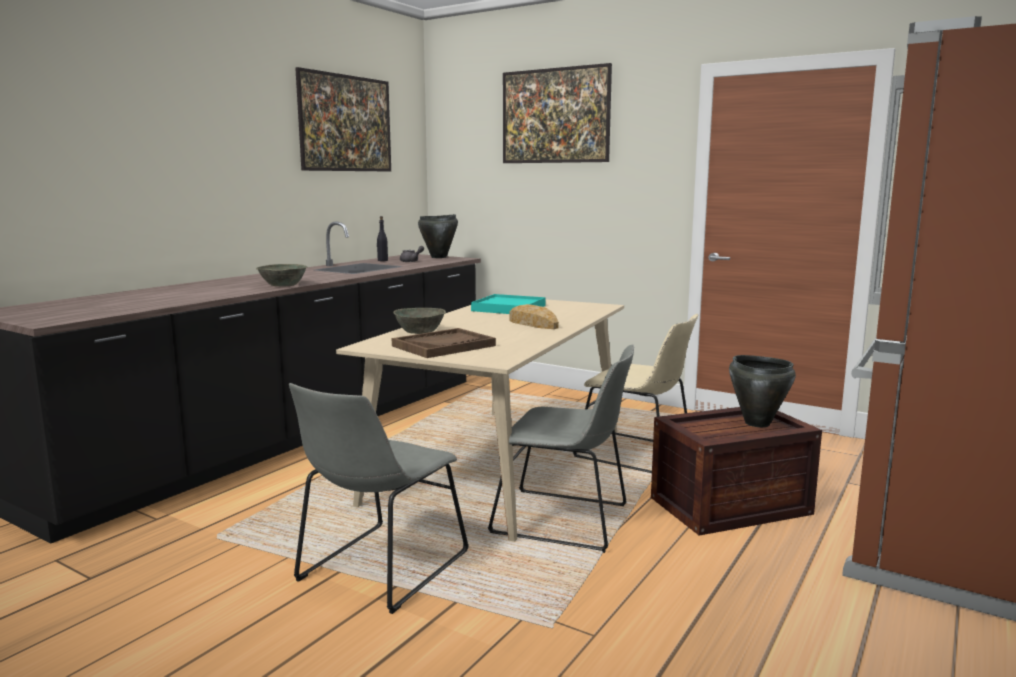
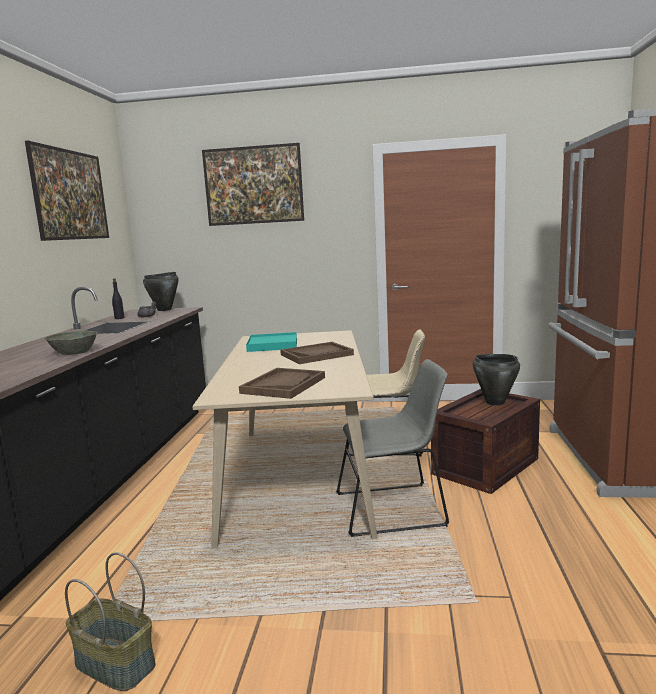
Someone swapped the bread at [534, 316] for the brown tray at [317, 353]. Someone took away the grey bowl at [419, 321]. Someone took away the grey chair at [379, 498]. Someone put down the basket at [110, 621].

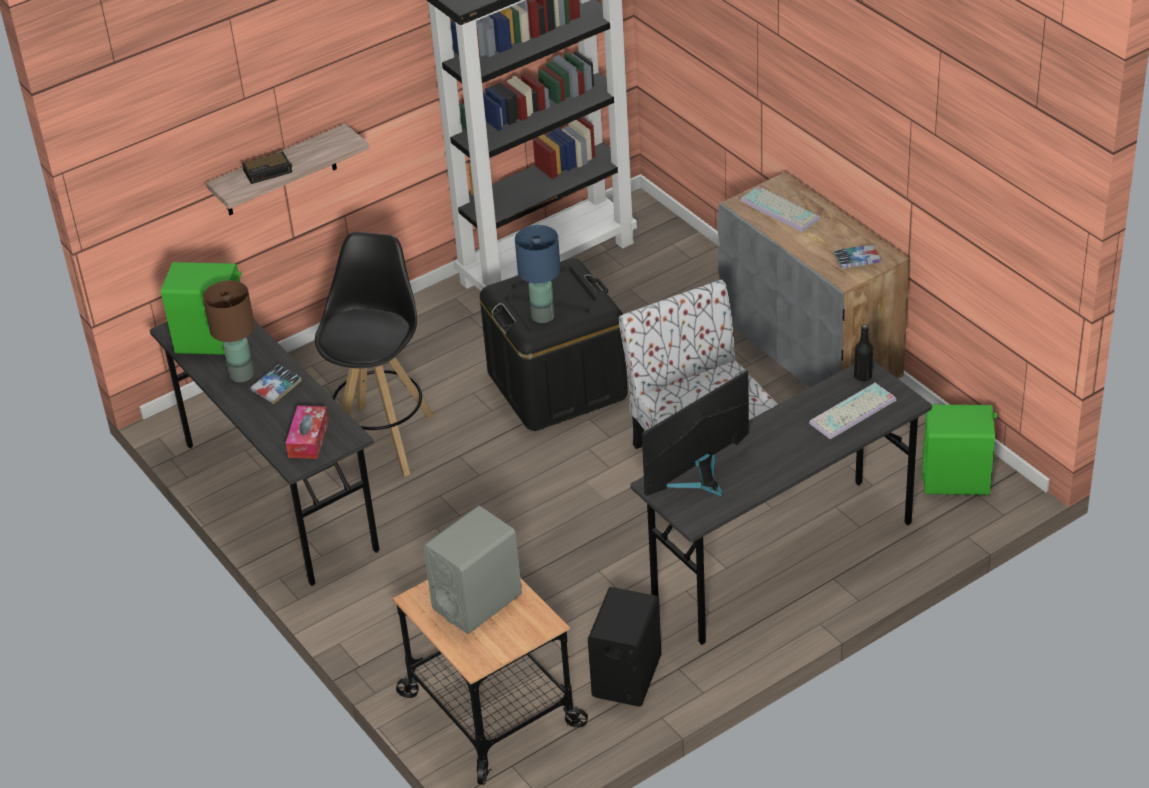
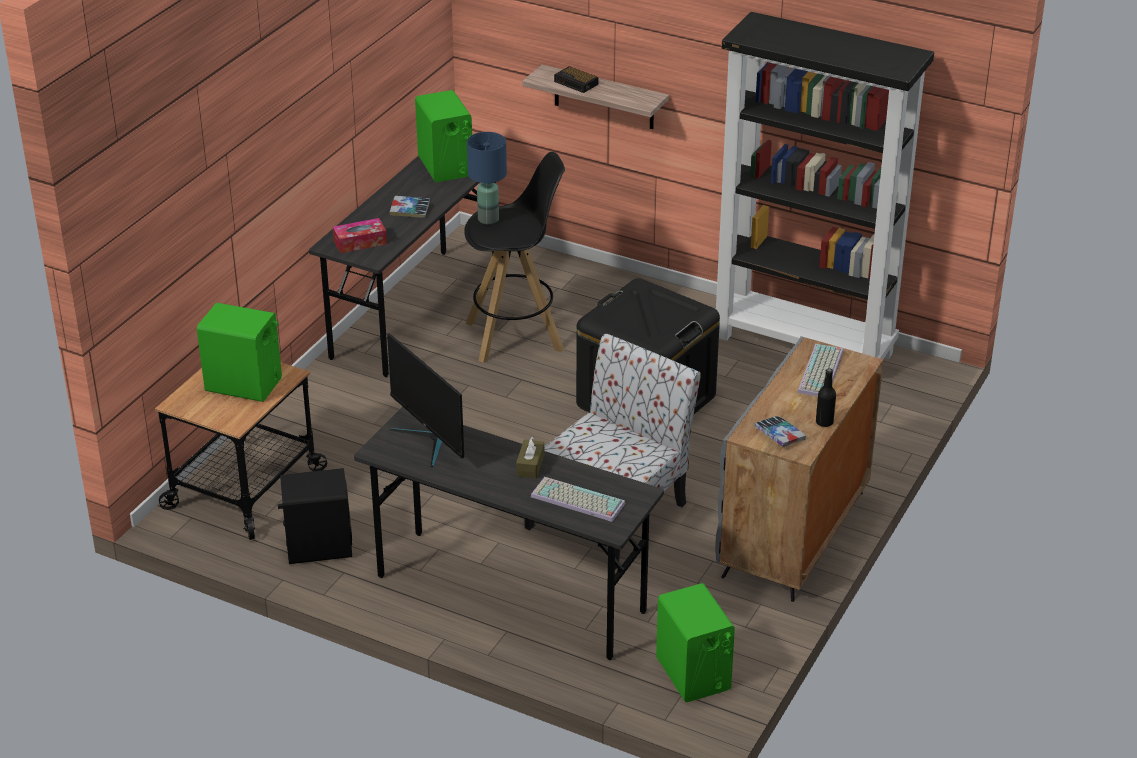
Someone carried the blue table lamp from [538, 274] to [487, 178]. Someone took away the brown table lamp at [229, 331]. Someone carried the black bottle from [863, 352] to [826, 398]. Someone rotated the monitor at [695, 433] by 150 degrees counterclockwise. Someone repainted the grey speaker at [472, 570], which became the green speaker at [239, 352]. Someone put down the brown tissue box at [530, 458].

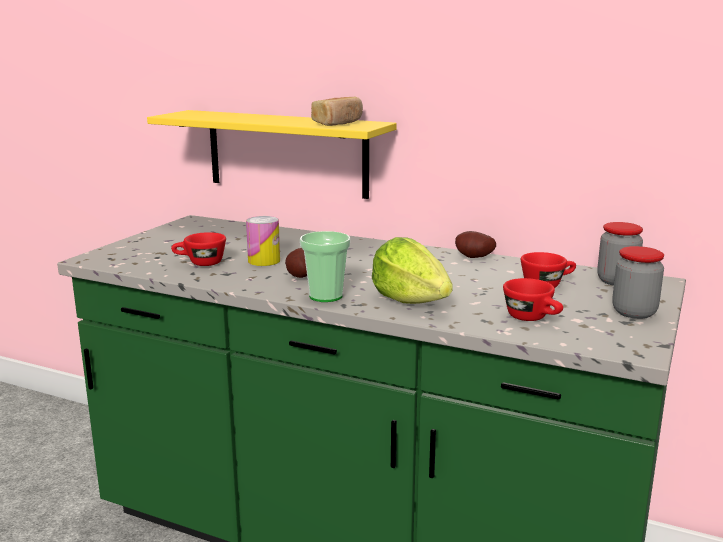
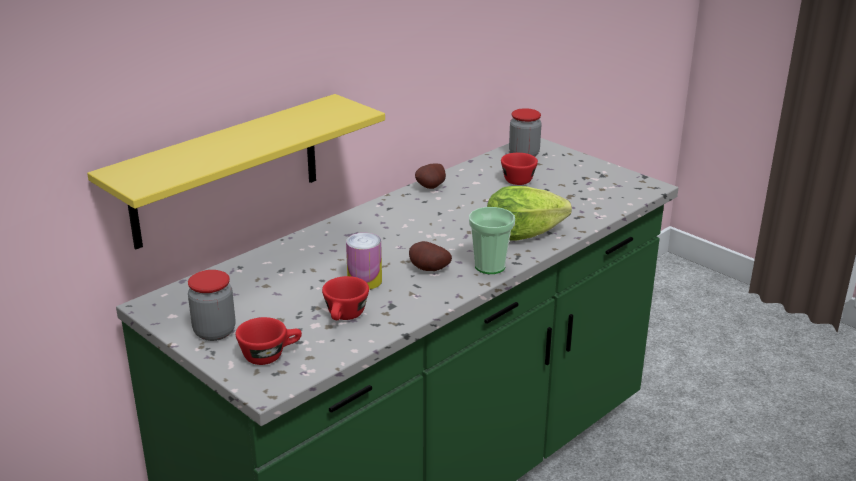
Someone took away the bread at [337, 111]. Someone carried the jar from [638, 282] to [211, 305]. Someone carried the red cup from [533, 299] to [269, 341].

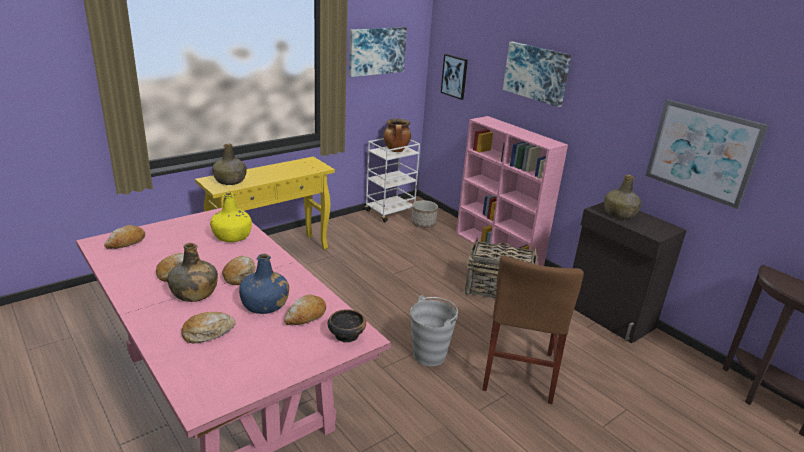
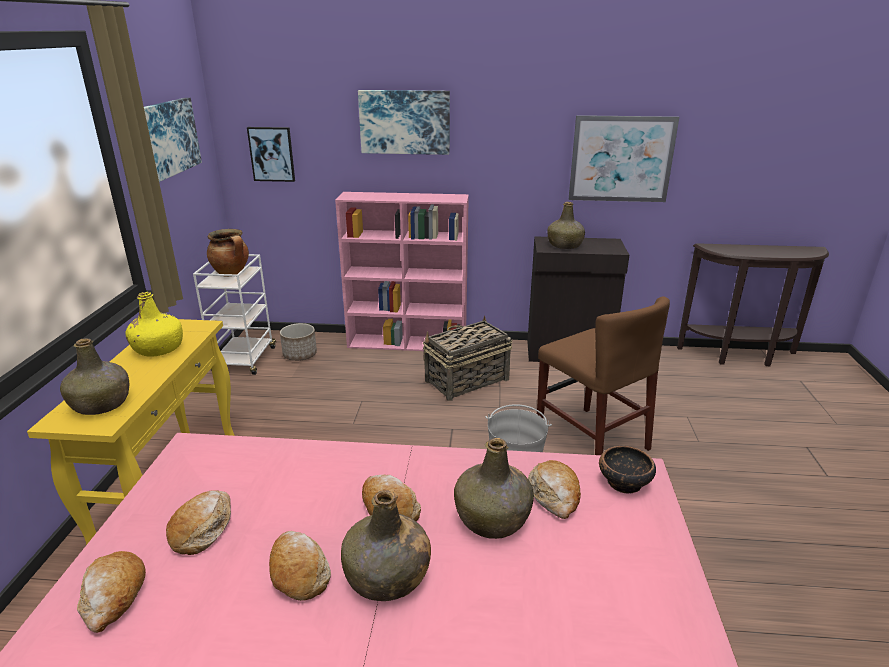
Someone carried the yellow bottle from [231, 217] to [154, 324]. Someone repainted the blue bottle at [264, 284], which became the green bottle at [494, 488]. Someone carried the bread from [208, 327] to [198, 522].

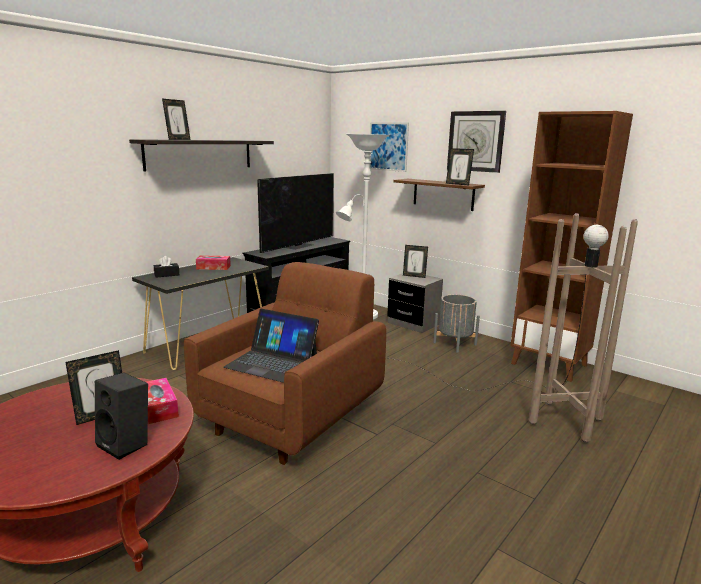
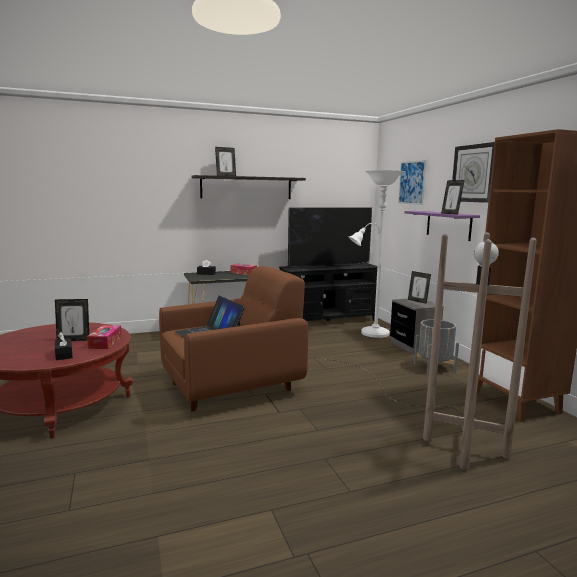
Someone repainted the brown shelf at [439, 195], which became the purple shelf at [442, 226]. Someone swapped the black speaker at [121, 416] for the black tissue box at [64, 346].

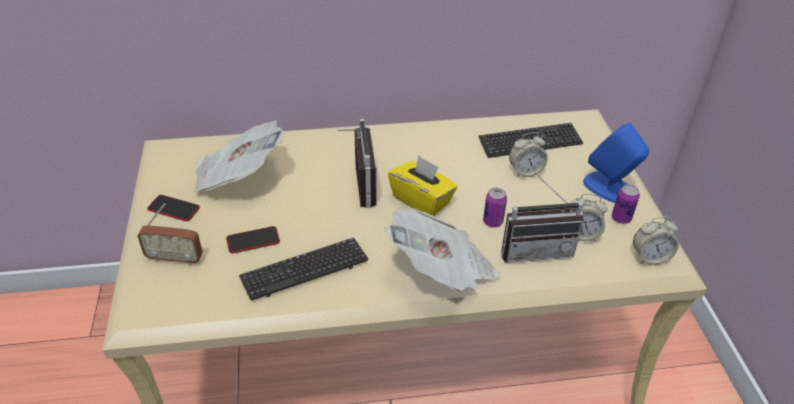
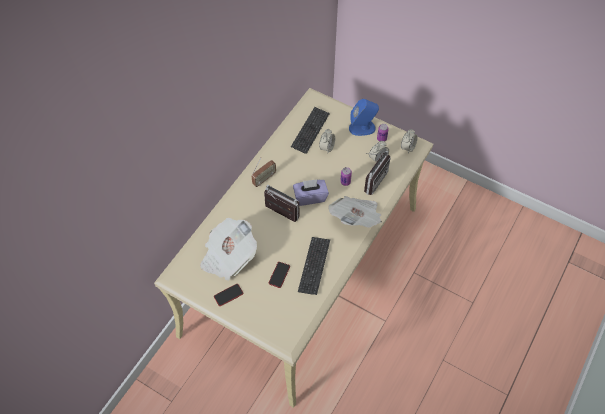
Someone repainted the yellow tissue box at [422, 185], which became the purple tissue box at [311, 192]. Someone carried the radio from [170, 234] to [264, 172].

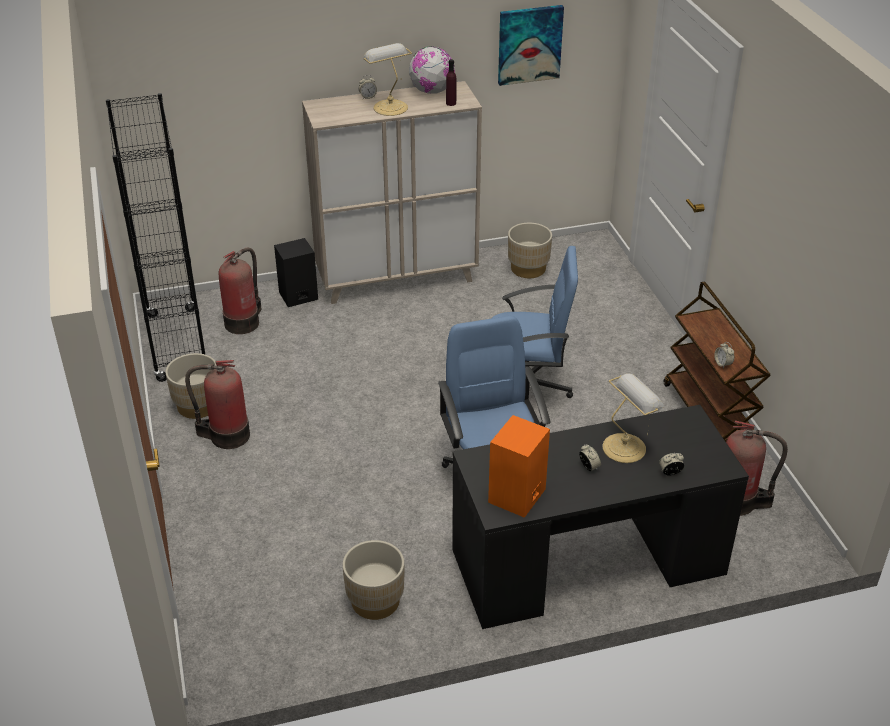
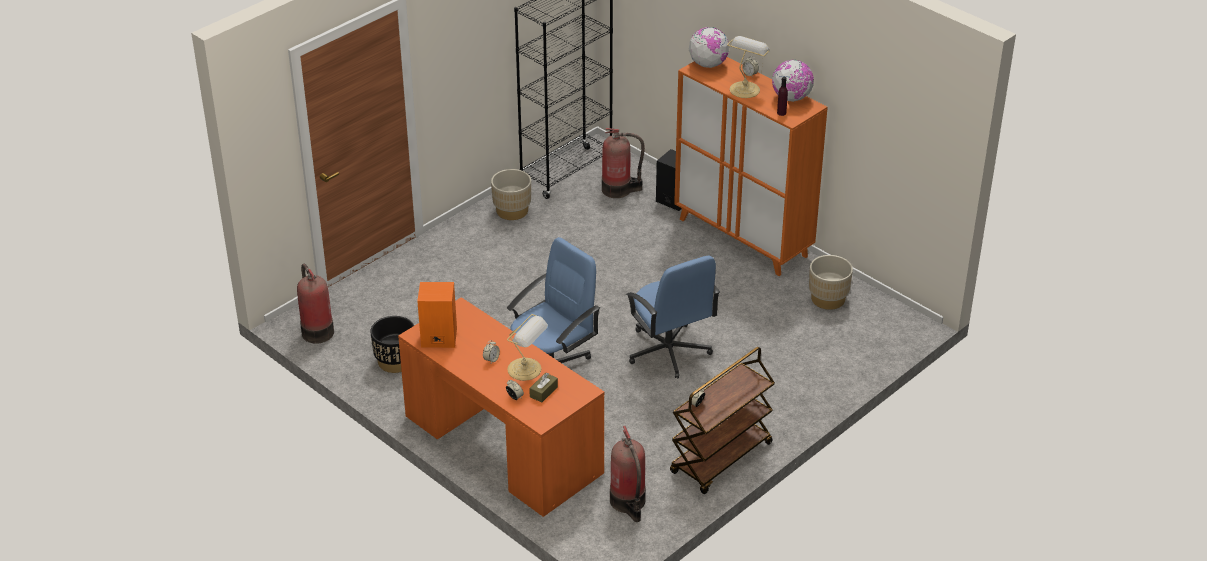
Someone took away the picture at [531, 45]. Someone repainted the beige cabinet at [392, 192], which became the orange cabinet at [750, 166]. Someone carried the fire extinguisher from [217, 404] to [315, 304]. Someone repainted the black desk at [600, 517], which became the orange desk at [501, 407]. Someone repainted the beige planter at [373, 580], which became the black planter at [392, 344]. Someone put down the globe at [709, 47]. Someone put down the brown tissue box at [543, 388].

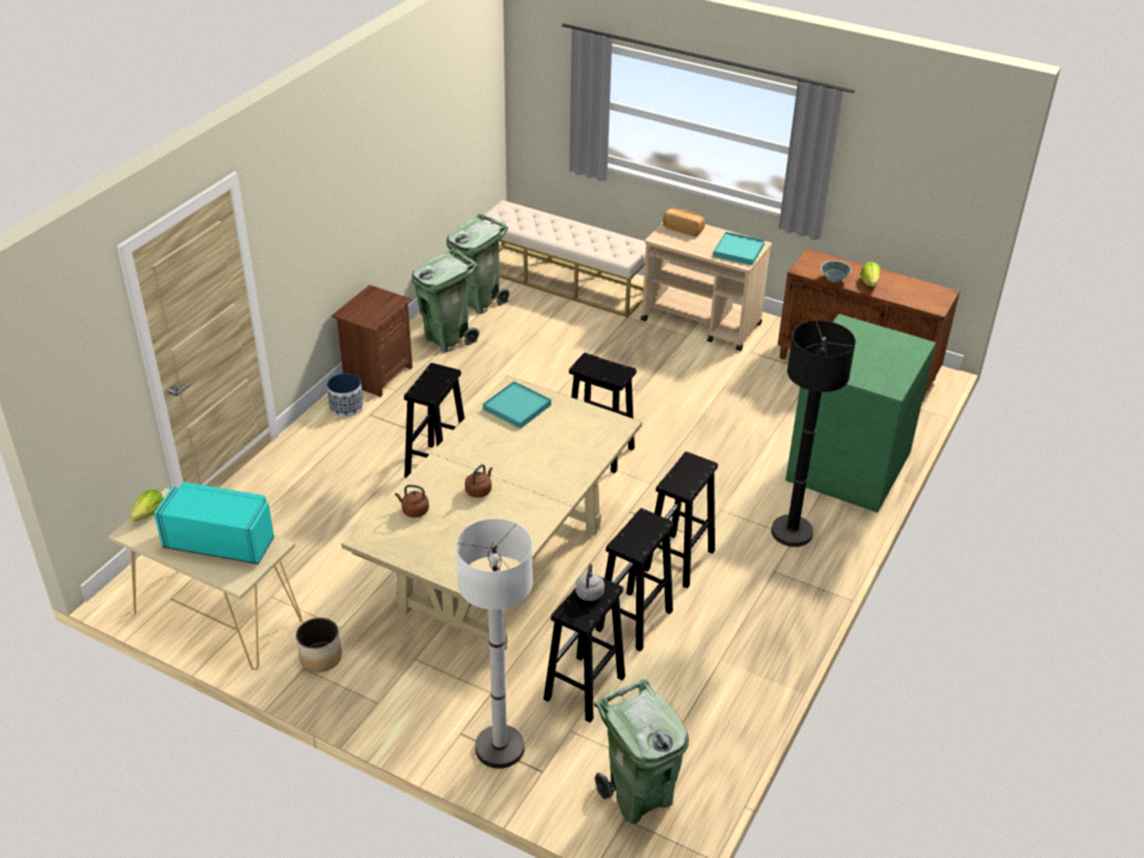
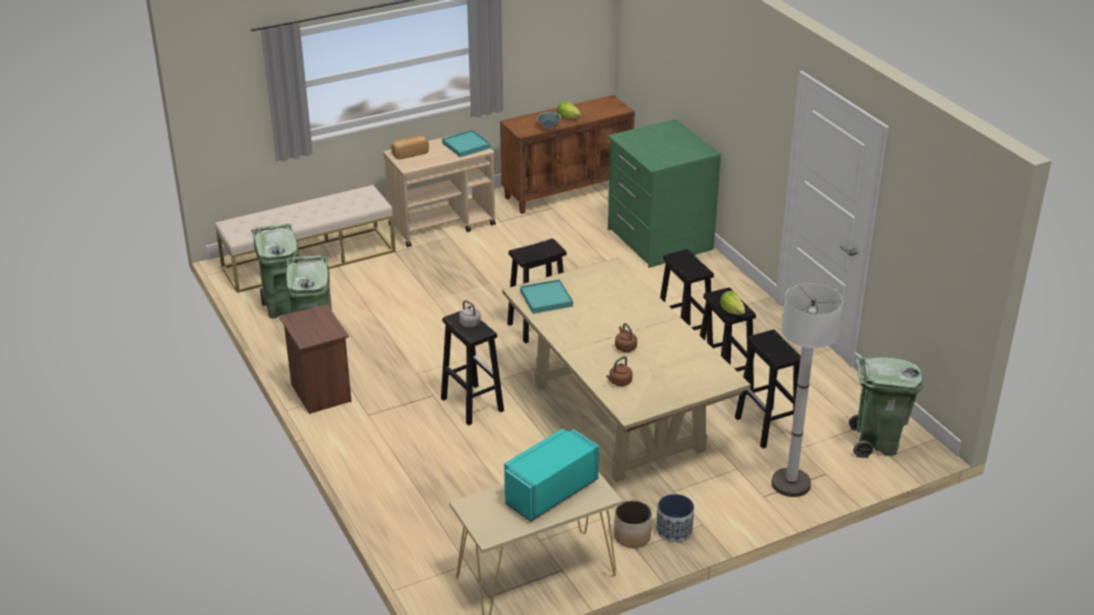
Someone took away the black floor lamp at [813, 434]. Someone carried the planter from [345, 395] to [675, 518]. Someone carried the lettuce from [147, 505] to [732, 303]. Someone carried the grey kettle from [590, 582] to [470, 314].

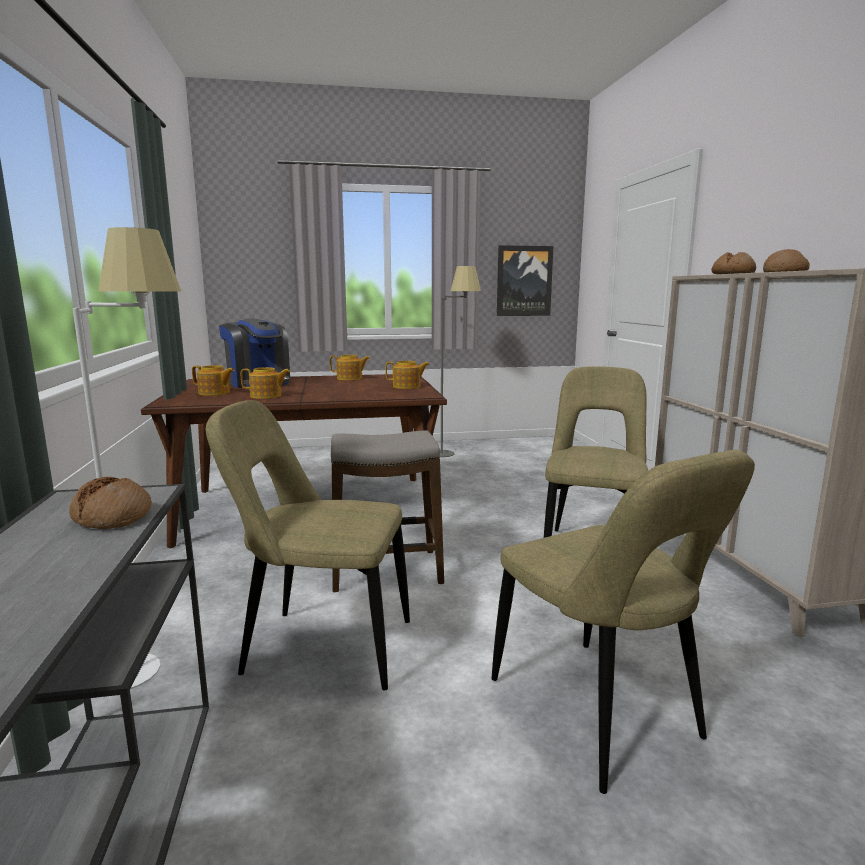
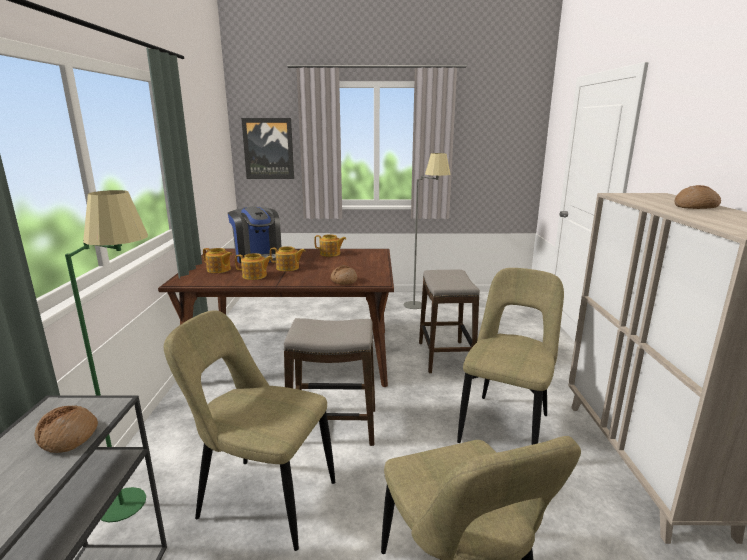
Someone repainted the white floor lamp at [127, 458], which became the green floor lamp at [106, 356]. Someone carried the picture from [525, 280] to [267, 148]. Someone carried the bread from [734, 263] to [343, 275]. Someone carried the teapot from [407, 375] to [287, 258]. Someone put down the stool at [449, 321].

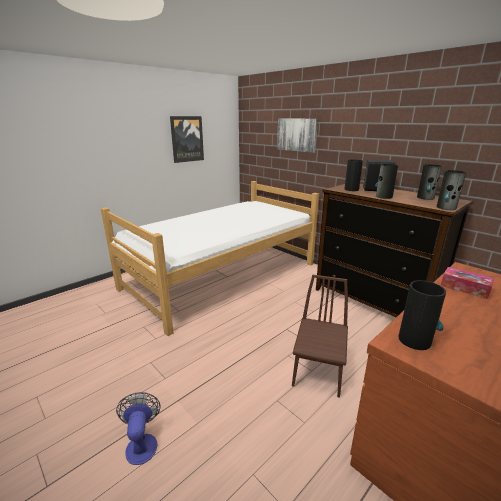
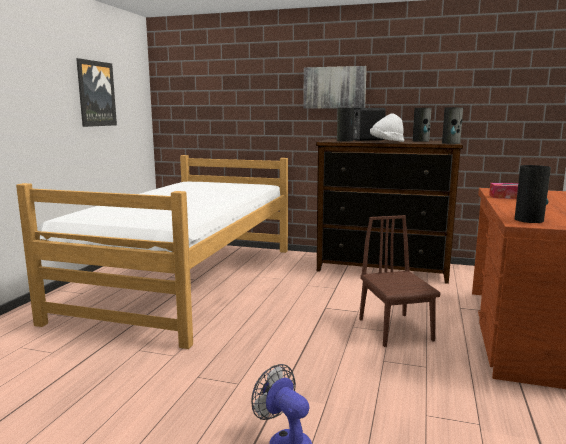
Someone carried the picture from [297, 136] to [335, 87]. Someone swapped the vase at [386, 181] for the white hat at [387, 128].

